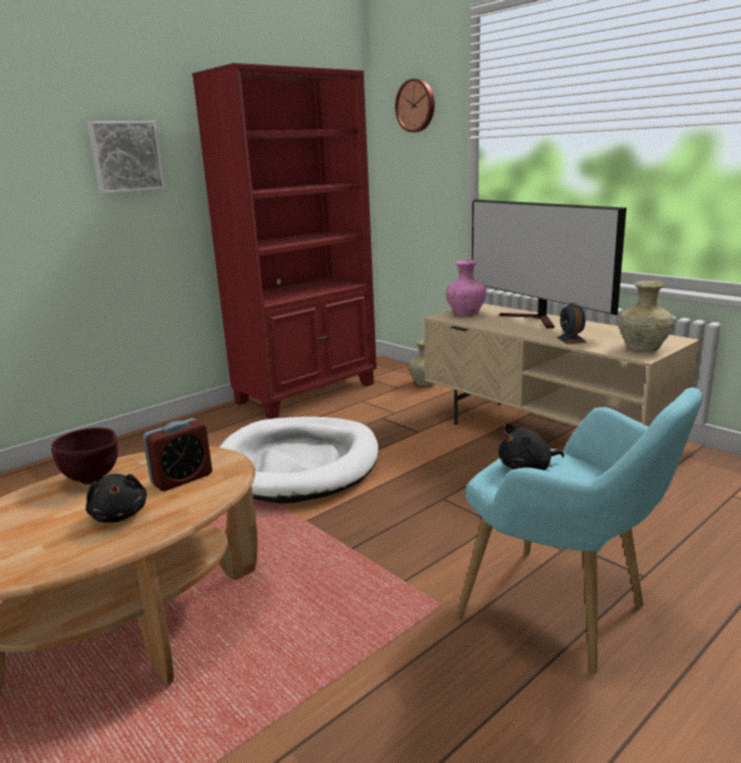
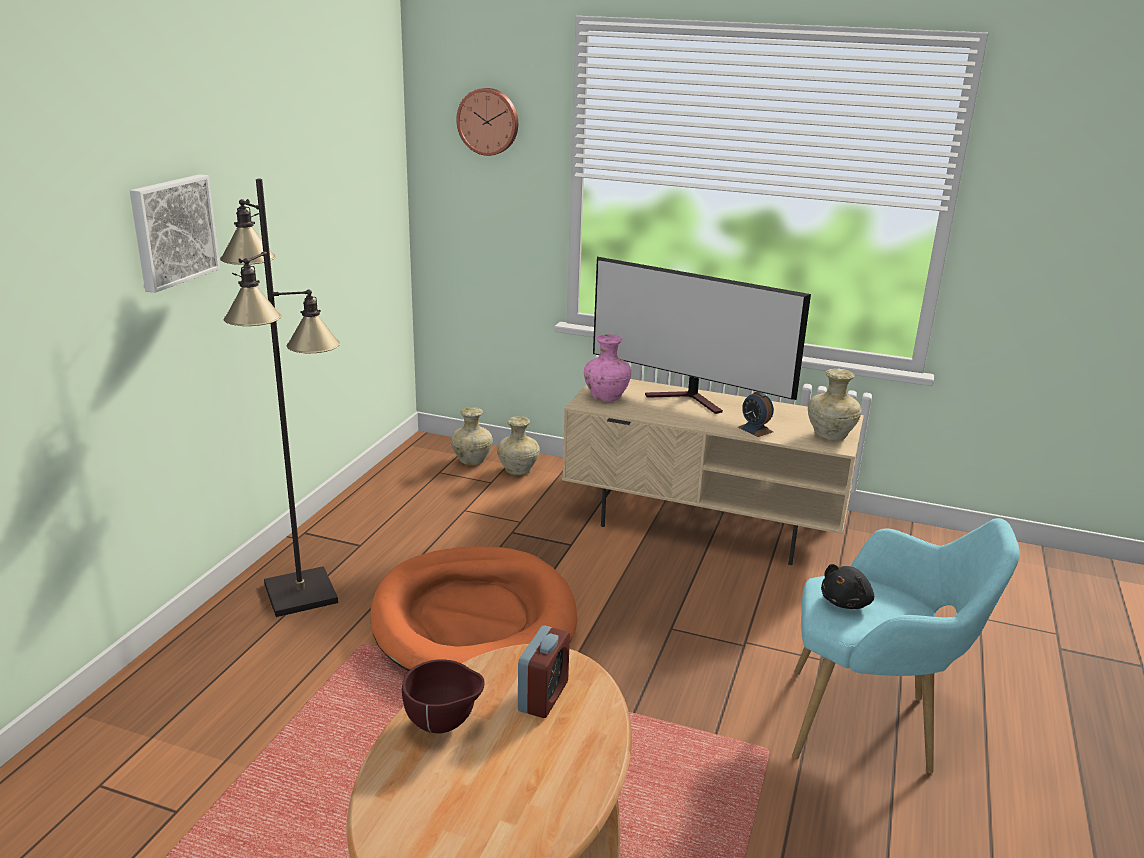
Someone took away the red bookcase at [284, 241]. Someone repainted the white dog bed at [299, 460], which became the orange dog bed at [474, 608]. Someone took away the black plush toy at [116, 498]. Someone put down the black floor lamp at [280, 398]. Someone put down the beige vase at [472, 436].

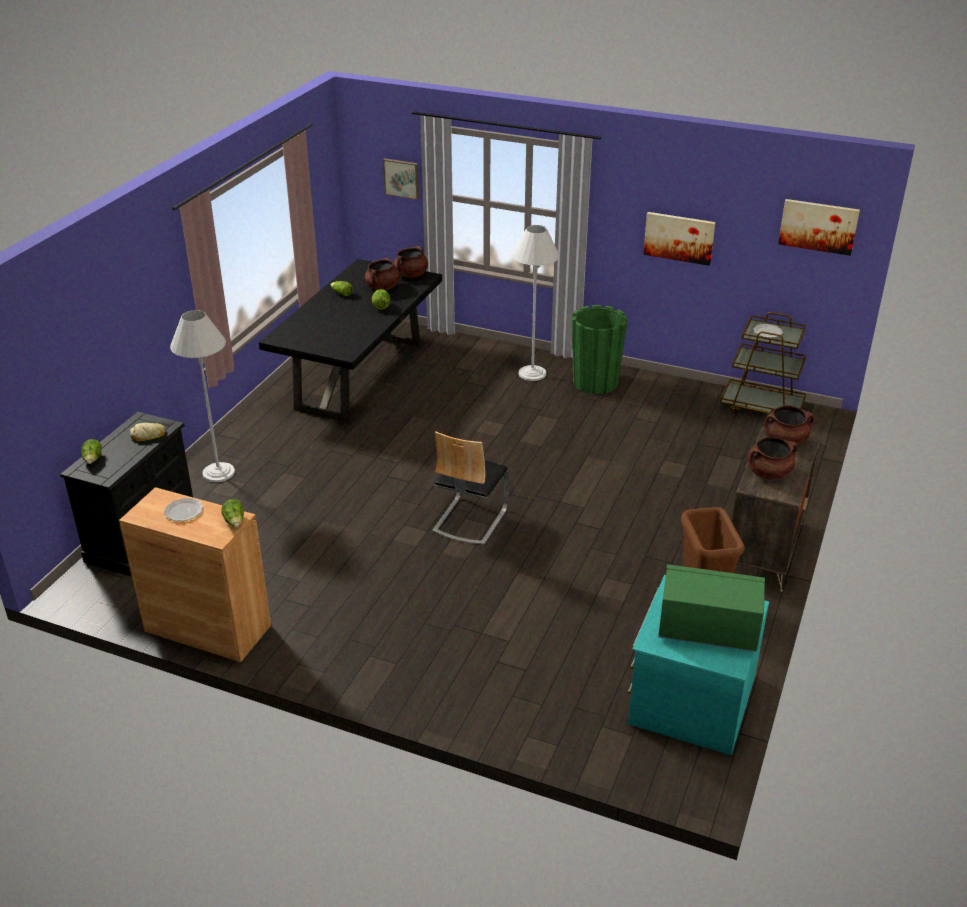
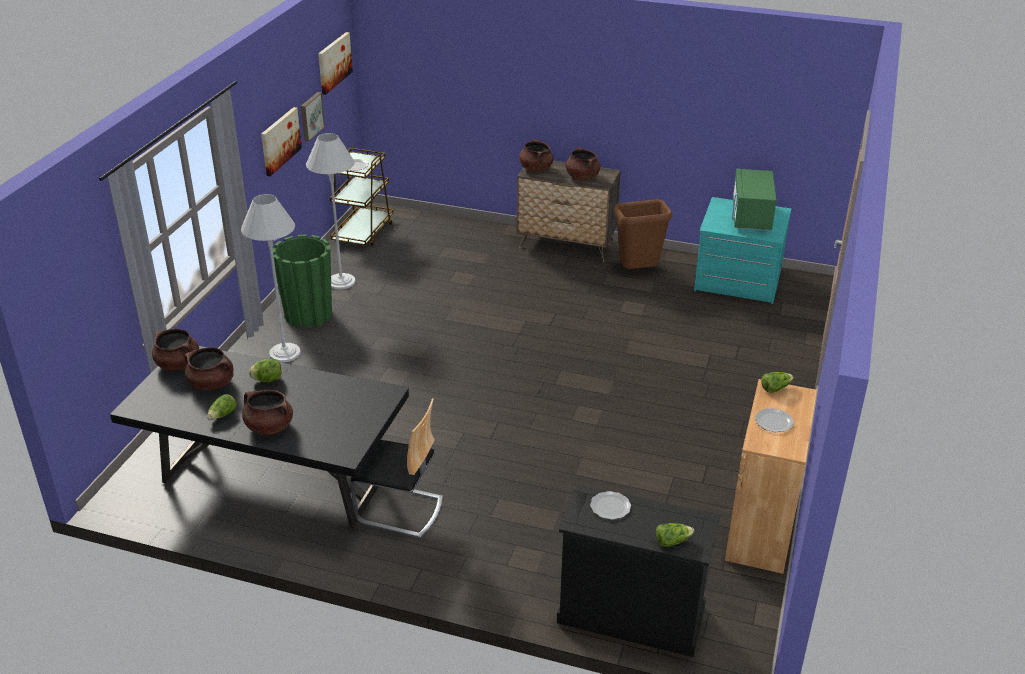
Someone carried the picture from [401, 179] to [313, 117]. Someone carried the white floor lamp from [202, 396] to [331, 211]. Someone swapped the bread at [147, 432] for the plate at [610, 505]. Someone carried the chair from [470, 488] to [396, 468]. Someone put down the brown cooking pot at [267, 412].

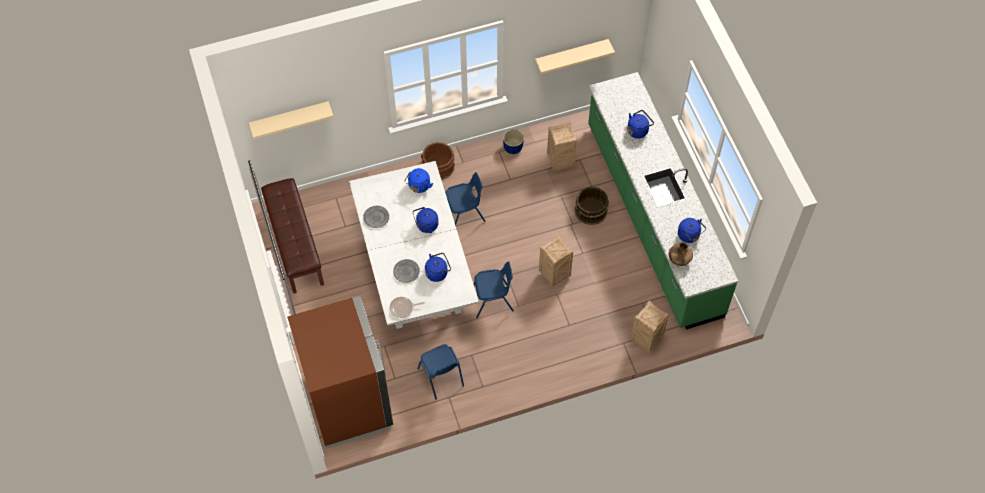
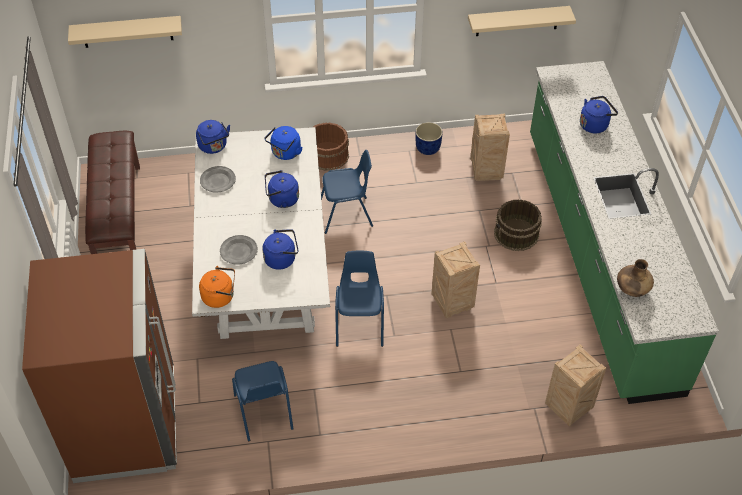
Someone carried the blue kettle from [692, 230] to [213, 137]. Someone rotated the blue chair at [493, 289] by 90 degrees counterclockwise. Someone swapped the frying pan at [407, 307] for the orange kettle at [217, 287].

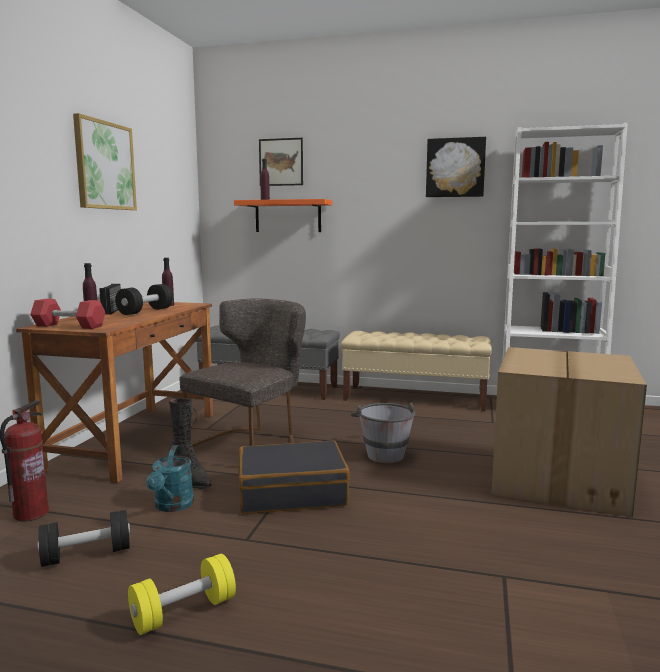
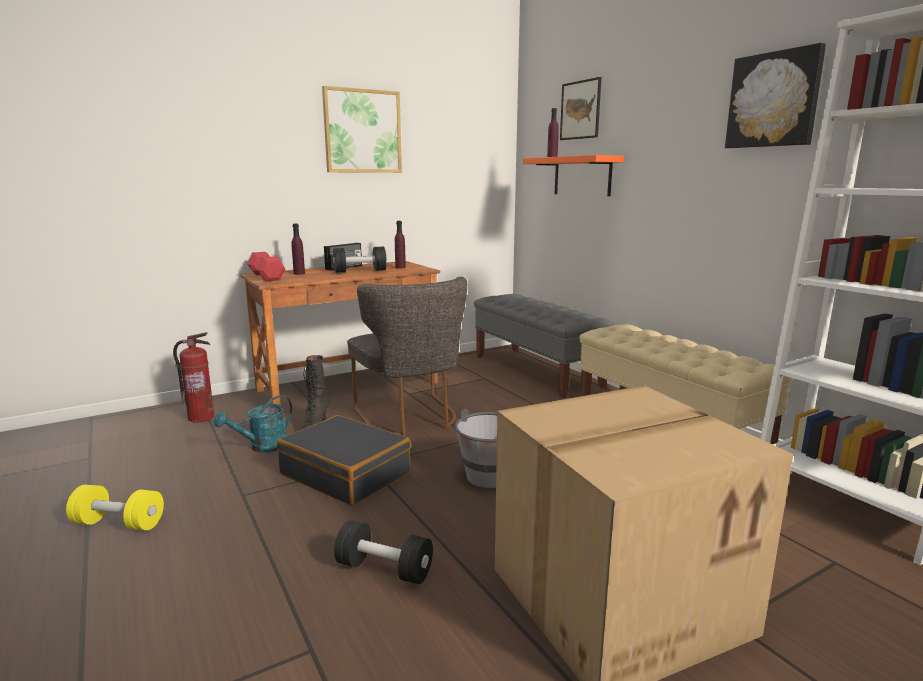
Someone rotated the grey chair at [243, 373] by 75 degrees clockwise. Someone carried the black dumbbell from [84, 538] to [383, 552].

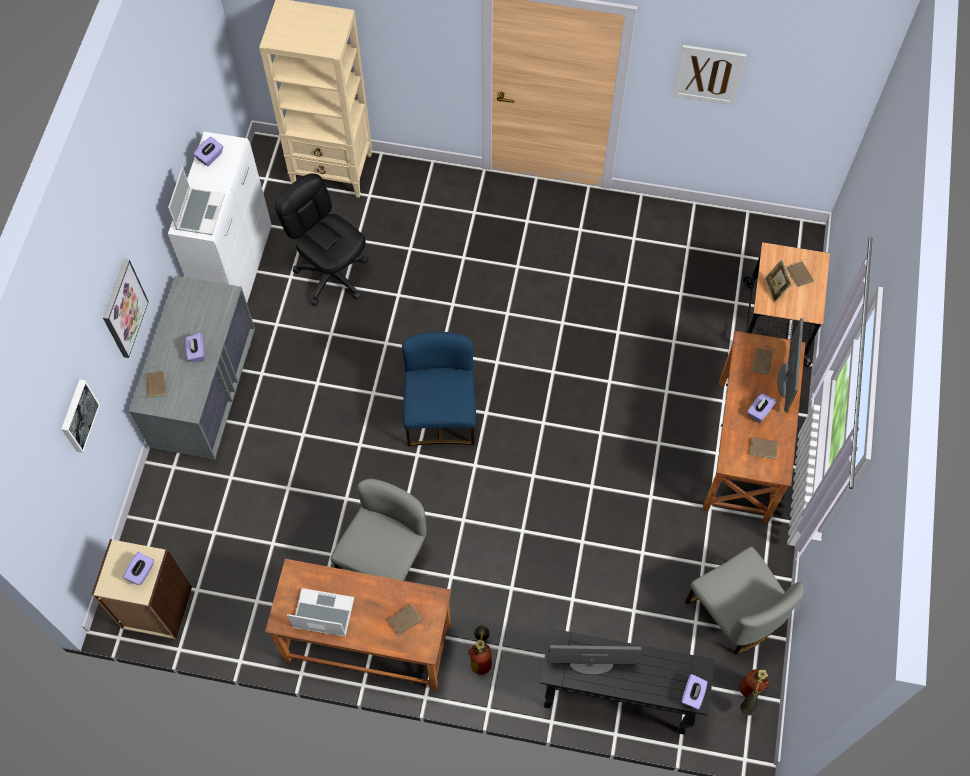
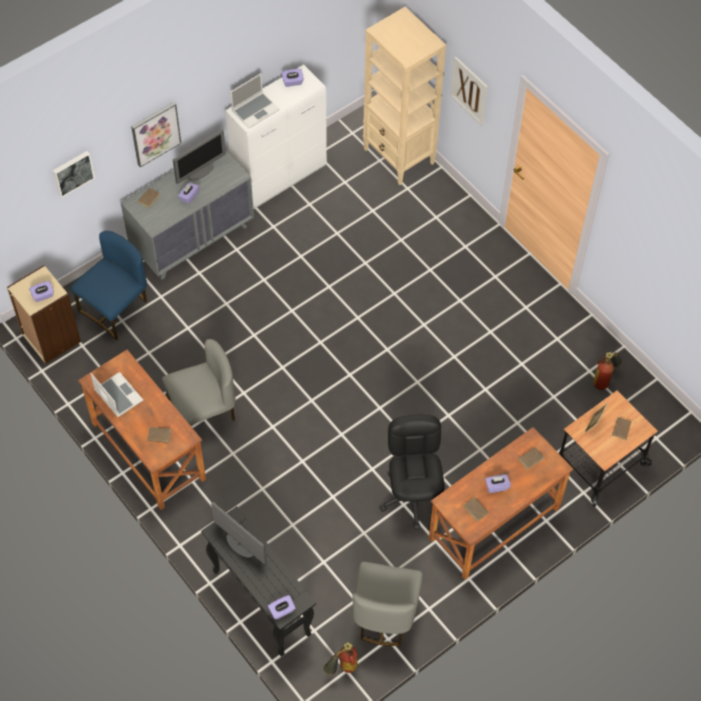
Someone carried the picture from [710, 75] to [469, 91]. Someone carried the black office chair from [322, 239] to [412, 472]. Someone carried the monitor from [790, 365] to [199, 157]. Someone carried the blue chair from [439, 389] to [109, 286]. Someone carried the fire extinguisher from [480, 650] to [607, 371].

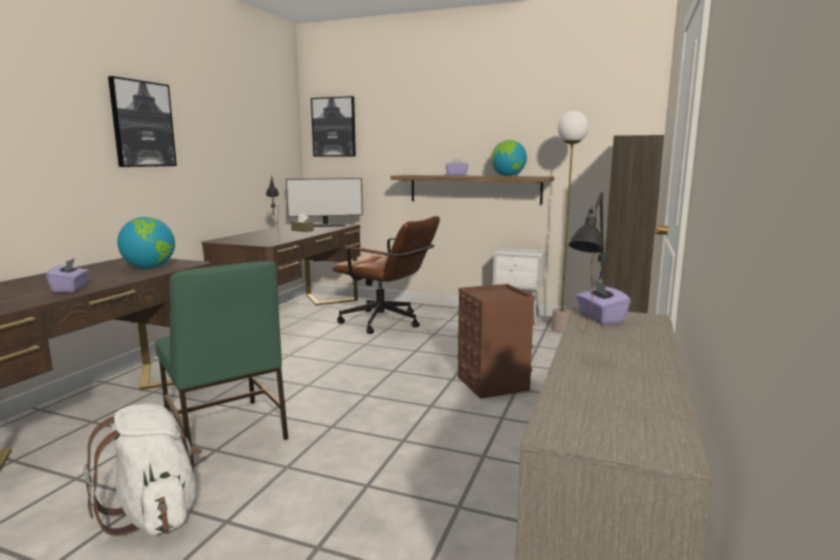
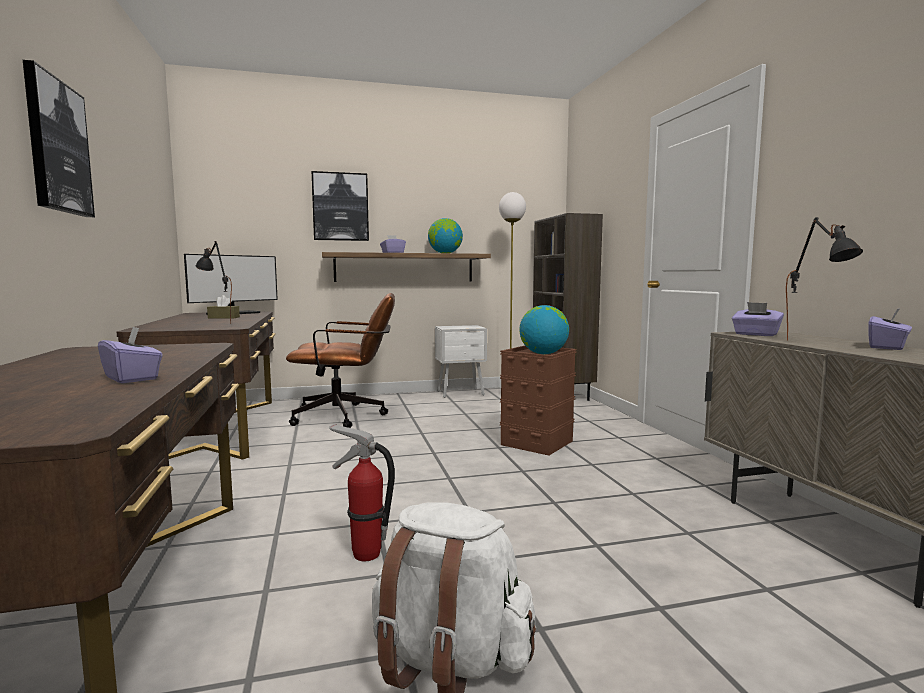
Someone carried the picture from [333, 126] to [340, 206]. Someone carried the globe from [146, 243] to [544, 329]. Someone swapped the green chair at [221, 364] for the fire extinguisher at [362, 492]. Someone put down the purple tissue box at [890, 329].

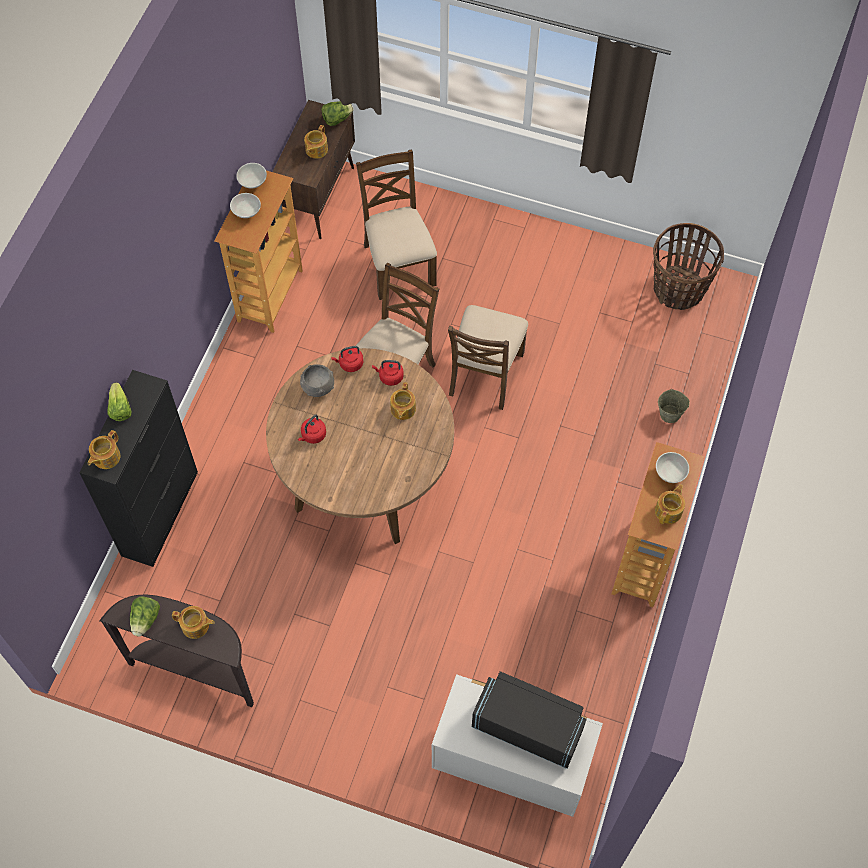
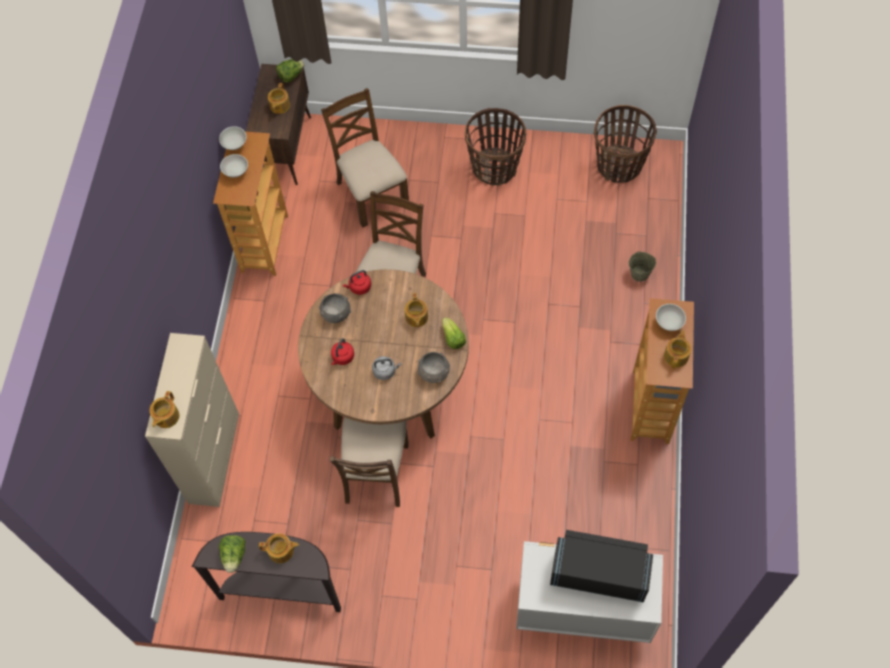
Someone carried the brown chair from [488, 357] to [369, 462]. Someone took away the red kettle at [388, 373]. Someone repainted the black cabinet at [138, 468], which became the beige cabinet at [192, 420]. Someone carried the lettuce from [119, 401] to [454, 333]. Someone put down the basket at [495, 147]. Someone put down the grey bowl at [433, 367]. Someone put down the grey kettle at [387, 368].

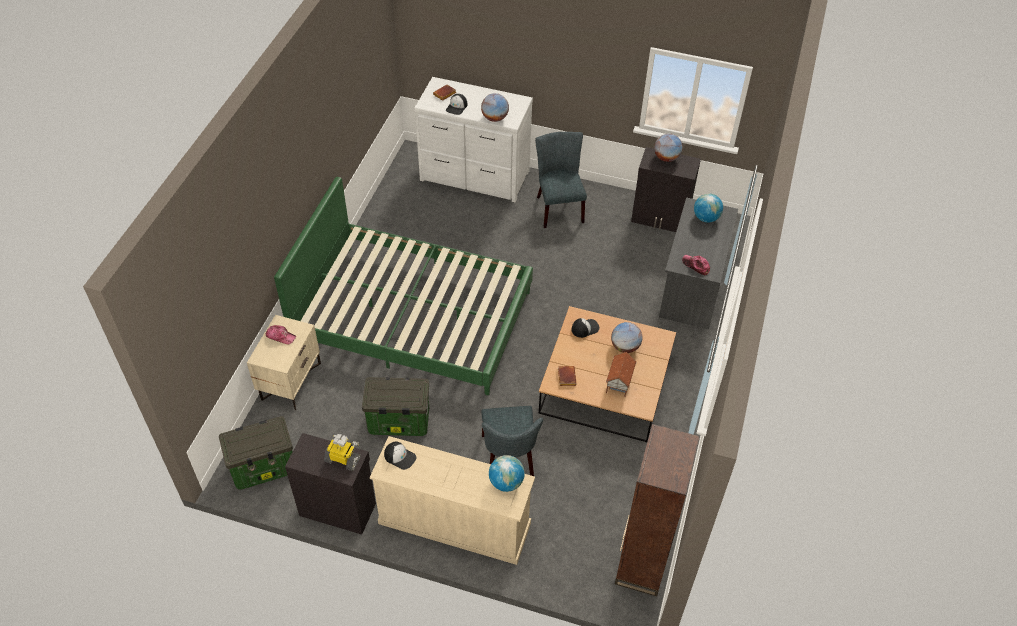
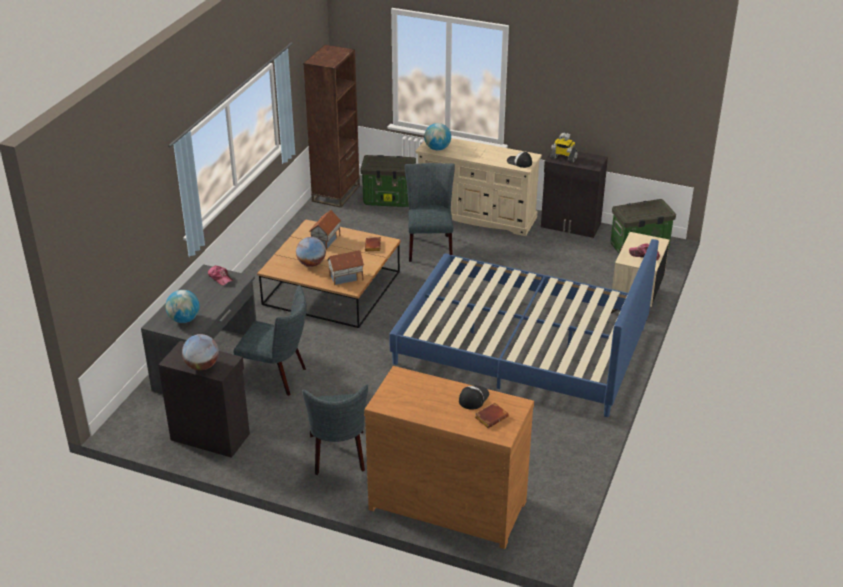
Someone repainted the white dresser at [473, 139], which became the brown dresser at [449, 457]. Someone took away the globe at [495, 107]. Someone repainted the green bed at [403, 286], which became the blue bed at [524, 328]. Someone swapped the cap at [585, 328] for the toy house at [345, 267]. Someone carried the storage box from [395, 406] to [388, 181]. Someone put down the grey chair at [270, 340].

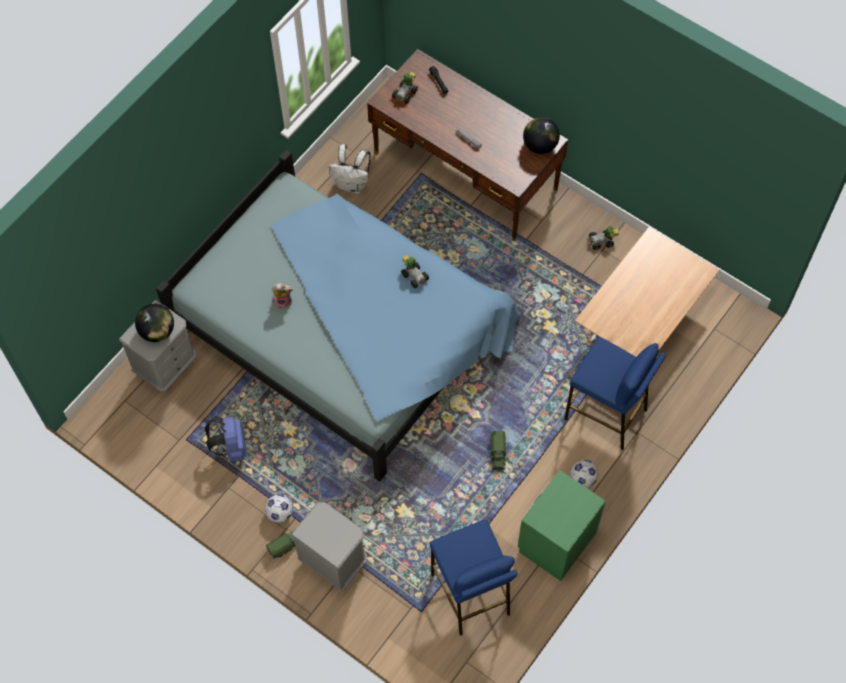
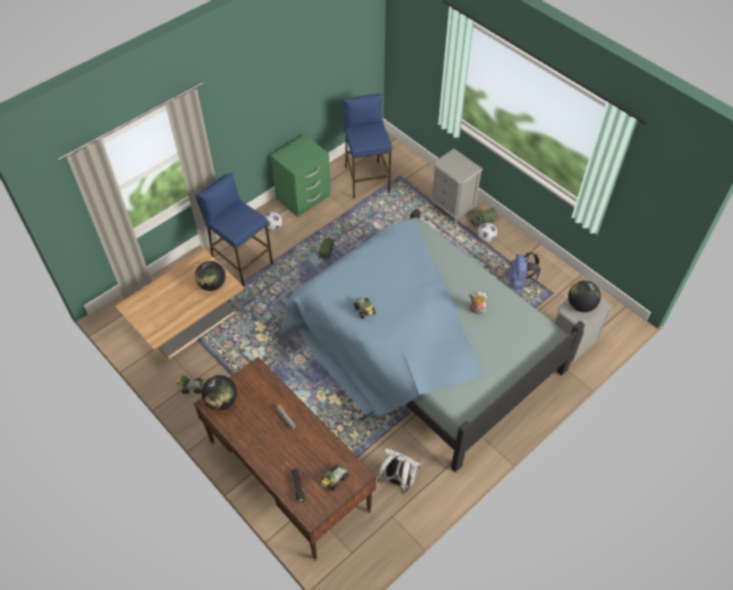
Someone put down the globe at [210, 276].

